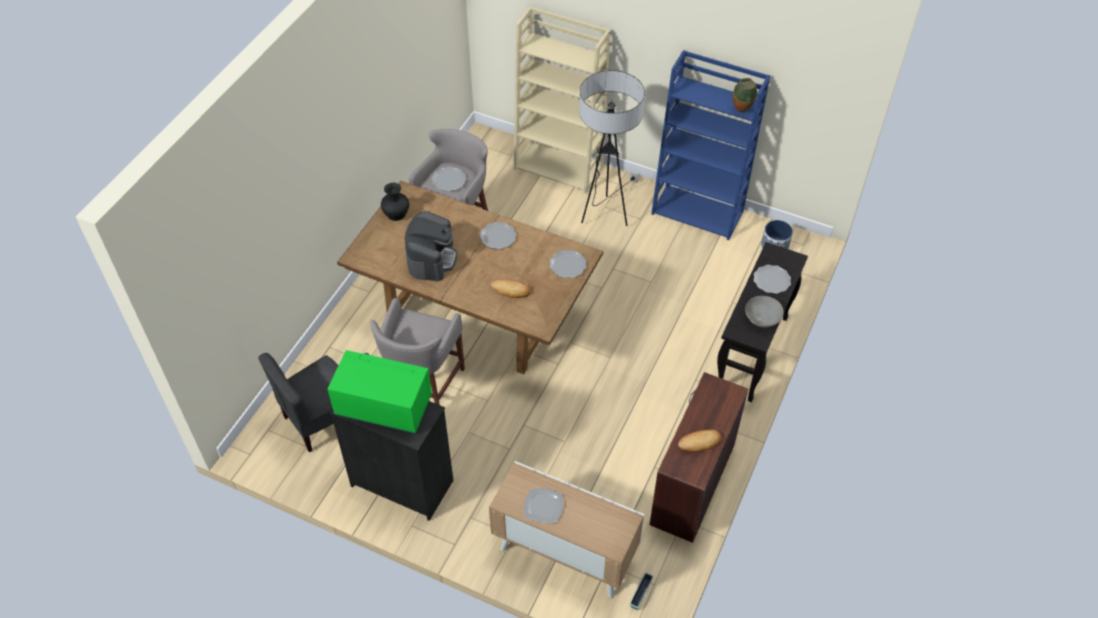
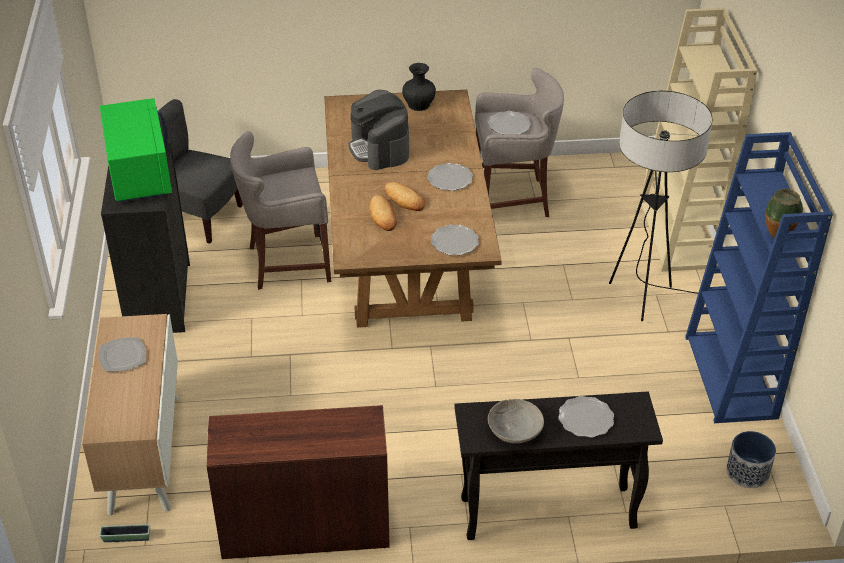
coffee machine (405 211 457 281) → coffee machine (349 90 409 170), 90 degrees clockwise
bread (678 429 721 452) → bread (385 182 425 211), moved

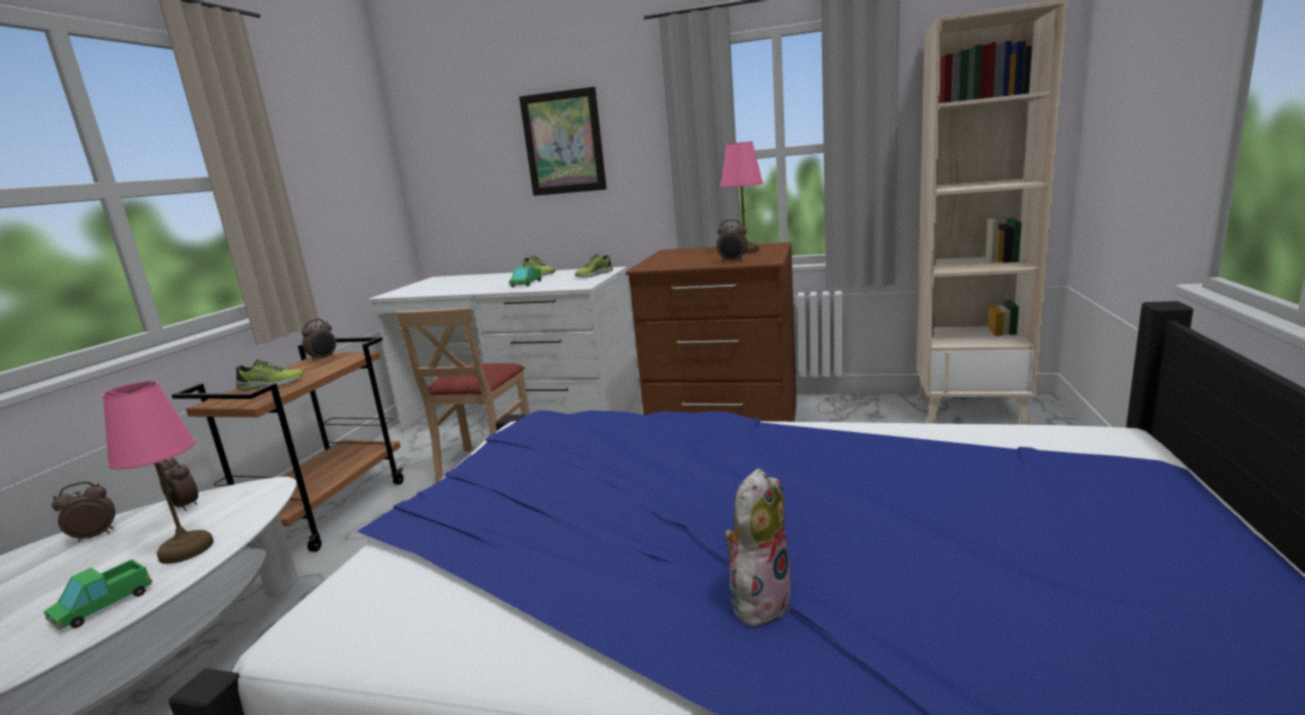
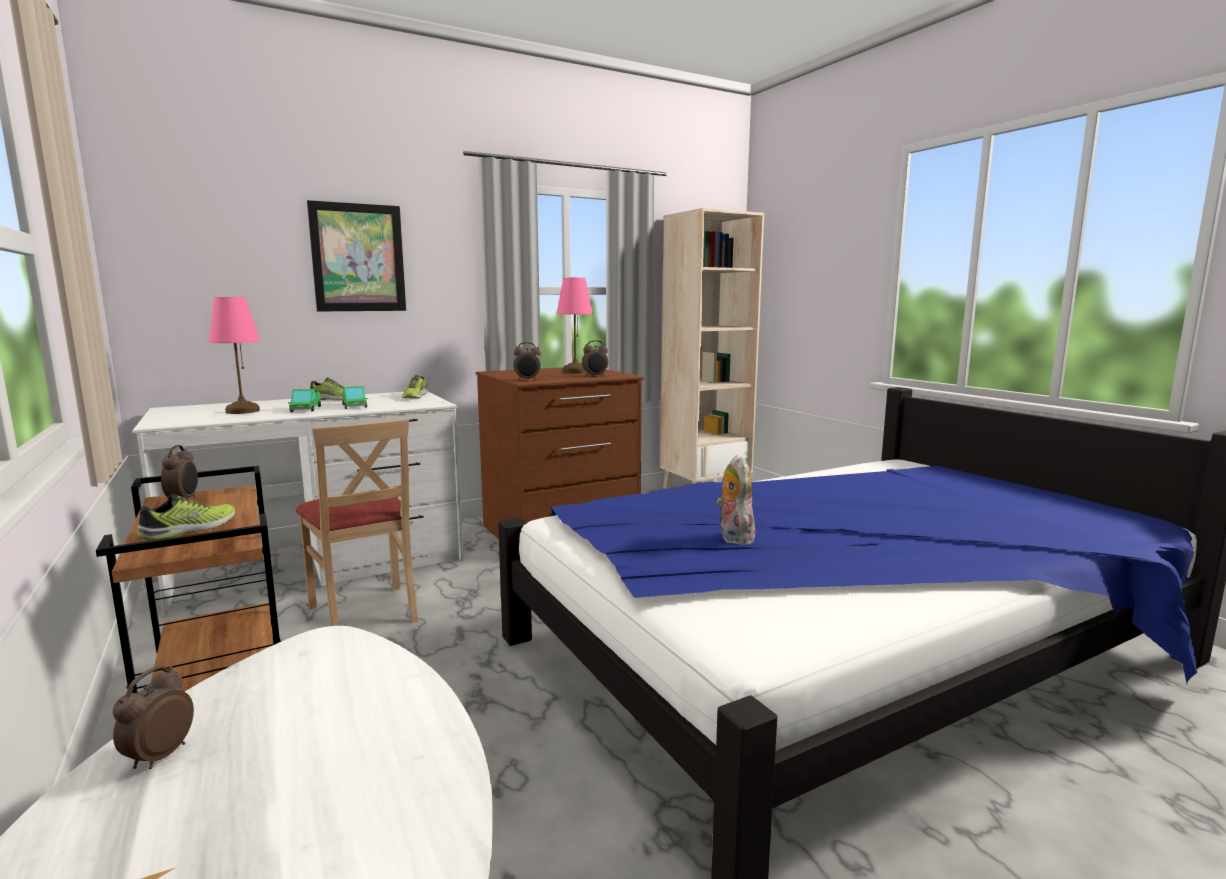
pink-coloured lamp for a table (102 381 214 564) → pink-coloured lamp for a table (209 297 260 414), moved
alarm clock (160 457 198 511) → alarm clock (513 342 541 380), moved
cuddly toy (724 468 791 627) → cuddly toy (716 455 755 545), moved
toy truck (44 559 153 630) → toy truck (288 389 321 412), moved

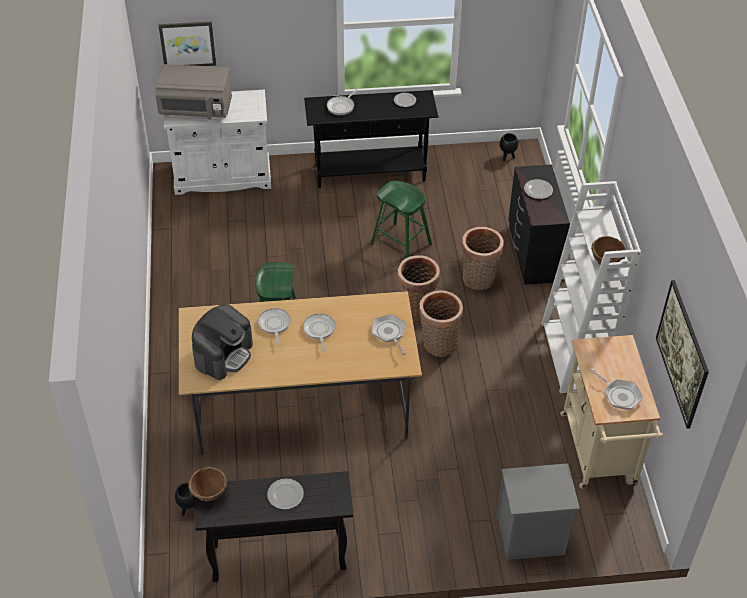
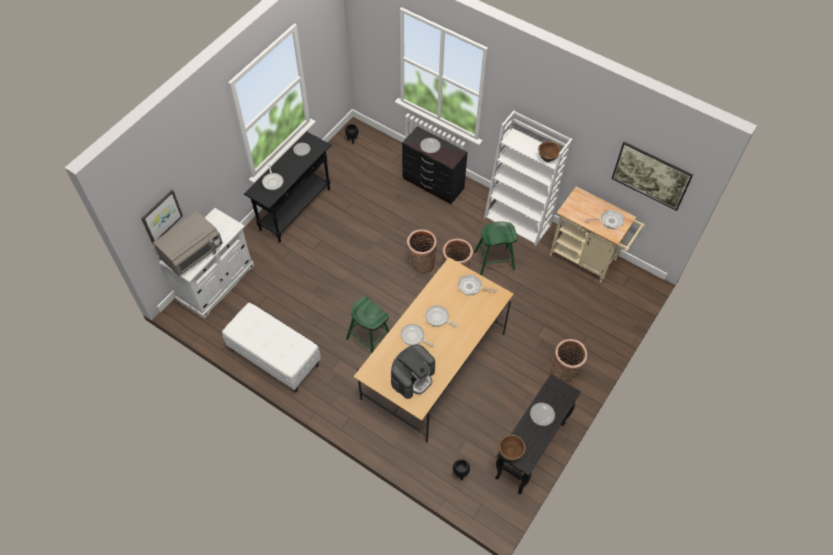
green sitting stool (371 181 432 258) → green sitting stool (474 221 518 275), moved
household basket (462 227 504 290) → household basket (551 339 587 383), moved
coffee machine (192 304 253 380) → coffee machine (391 344 435 399), 60 degrees clockwise
grey nightstand (496 463 580 560) → -
- → white bench (222 303 321 393)

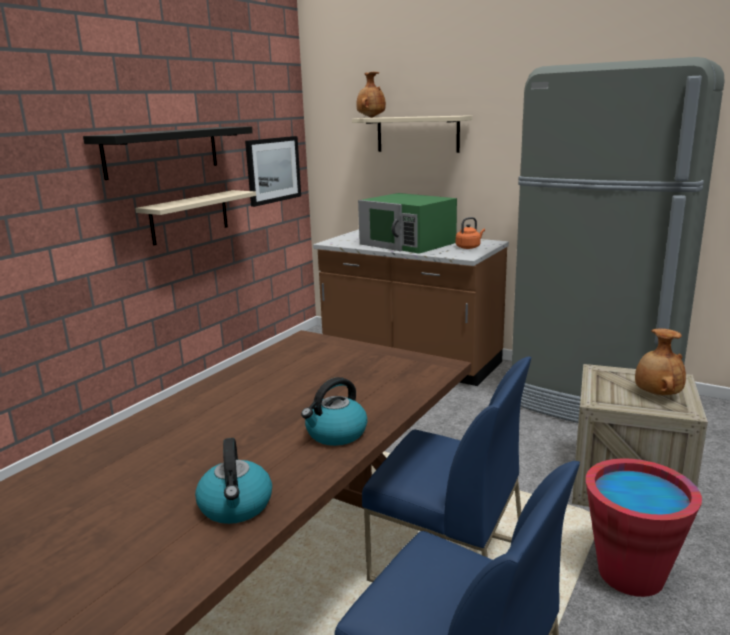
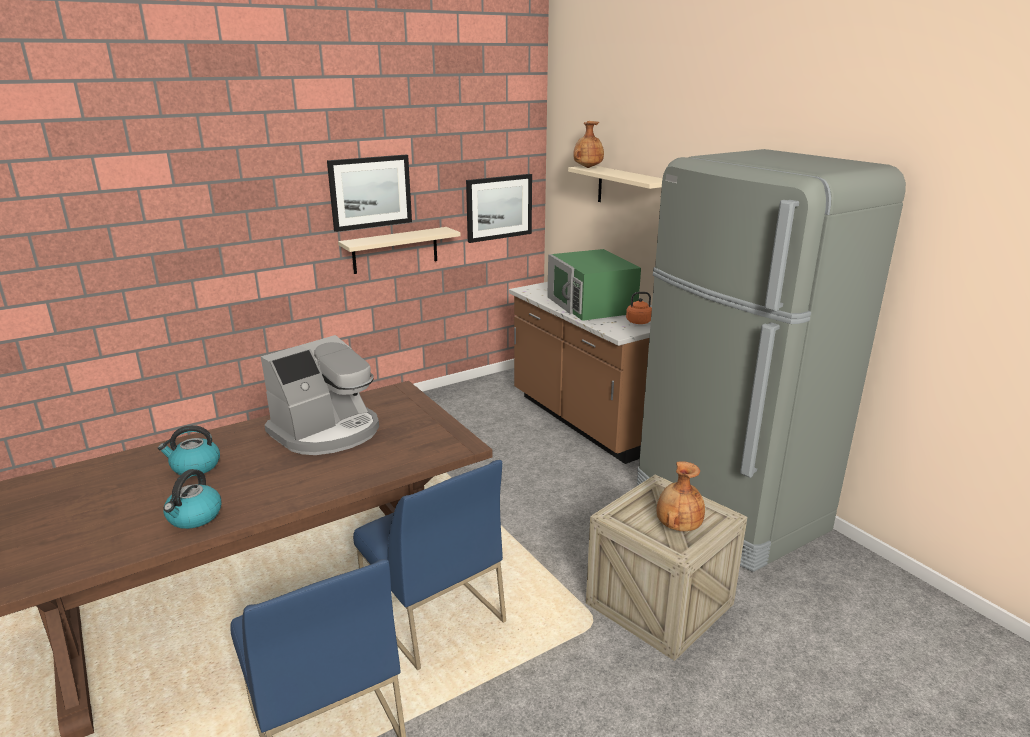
blackish wall shelf (83 126 253 180) → wall picture (327 155 412 232)
water kettle (301 377 367 446) → water kettle (158 425 220 476), moved
red pail (586 458 702 597) → -
- → coffee machine (261 335 379 455)

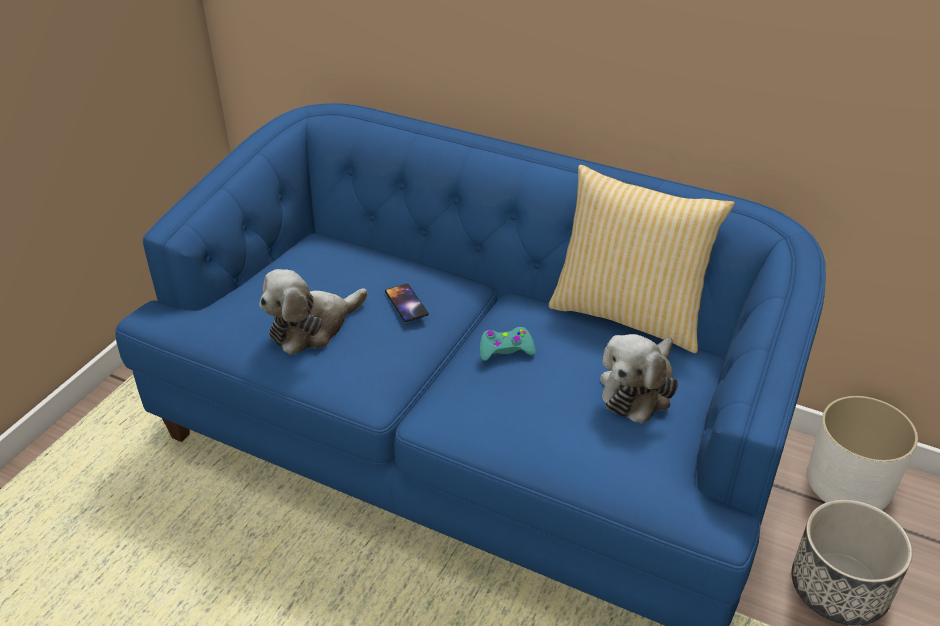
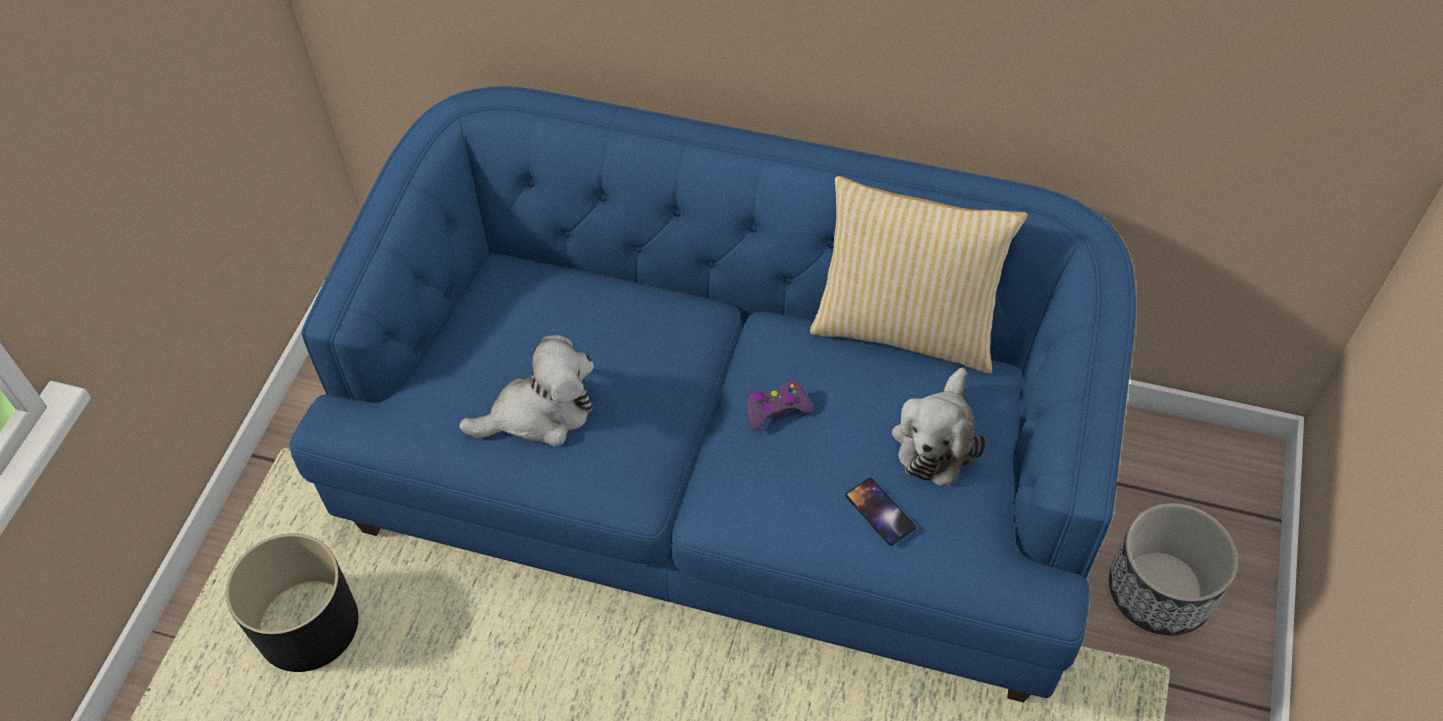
cuddly toy (259 269 368 355) → cuddly toy (459 335 594 446), 150 degrees counterclockwise
telephone (385 284 429 322) → telephone (845 478 916 545), moved
blue-green gamepad (480 327 536 361) → purplish gamepad (747 380 812 430)
white planter (807 396 918 510) → -
- → blackish planter (226 533 358 672)

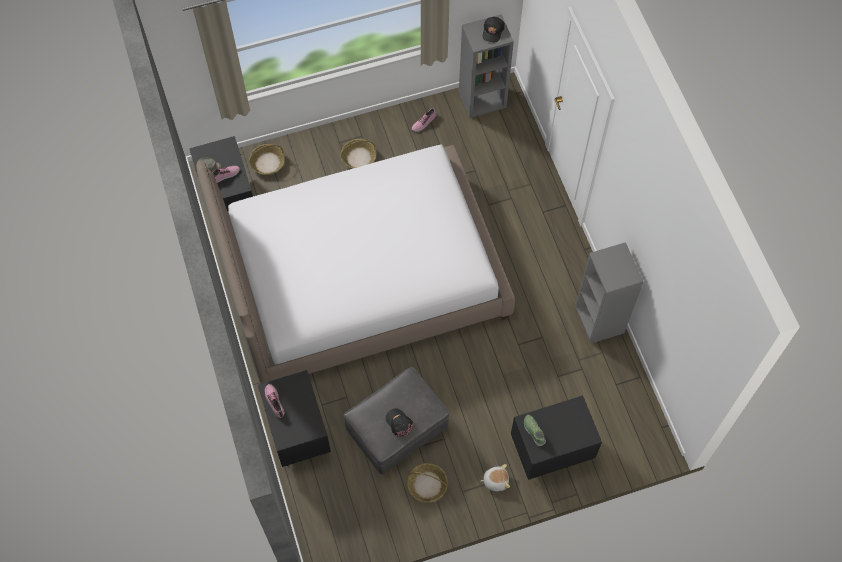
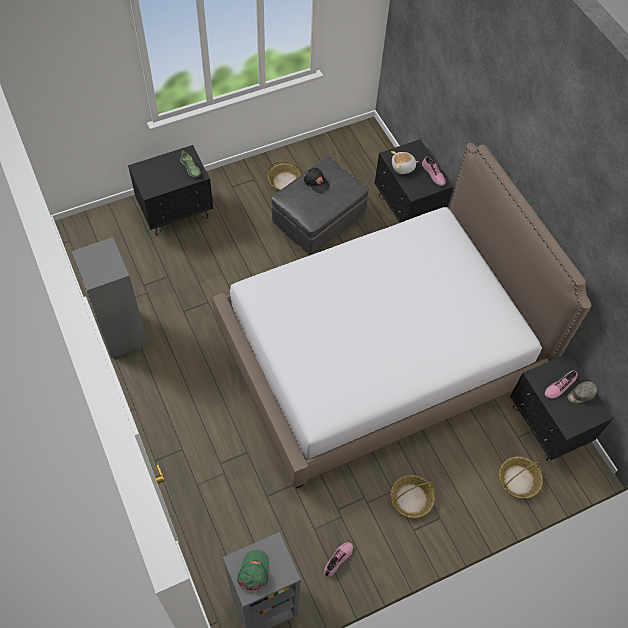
blackish cap (483 17 505 42) → green cap (237 550 269 593)
cuddly toy (481 464 510 491) → cuddly toy (391 151 419 174), moved

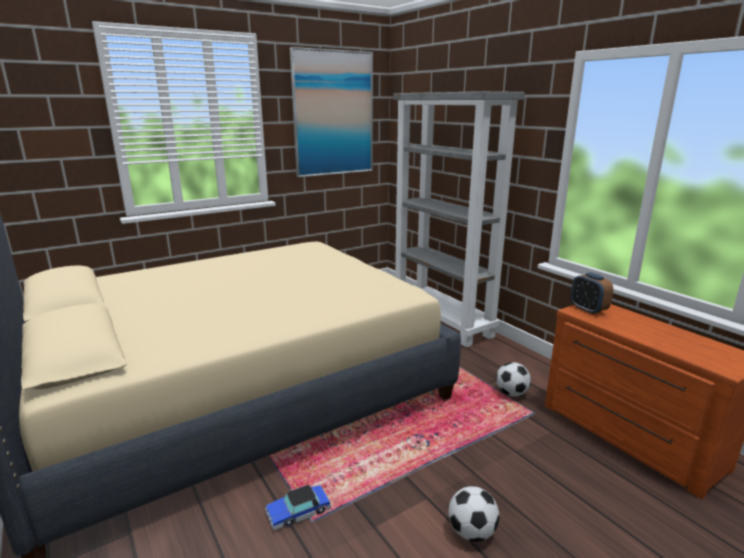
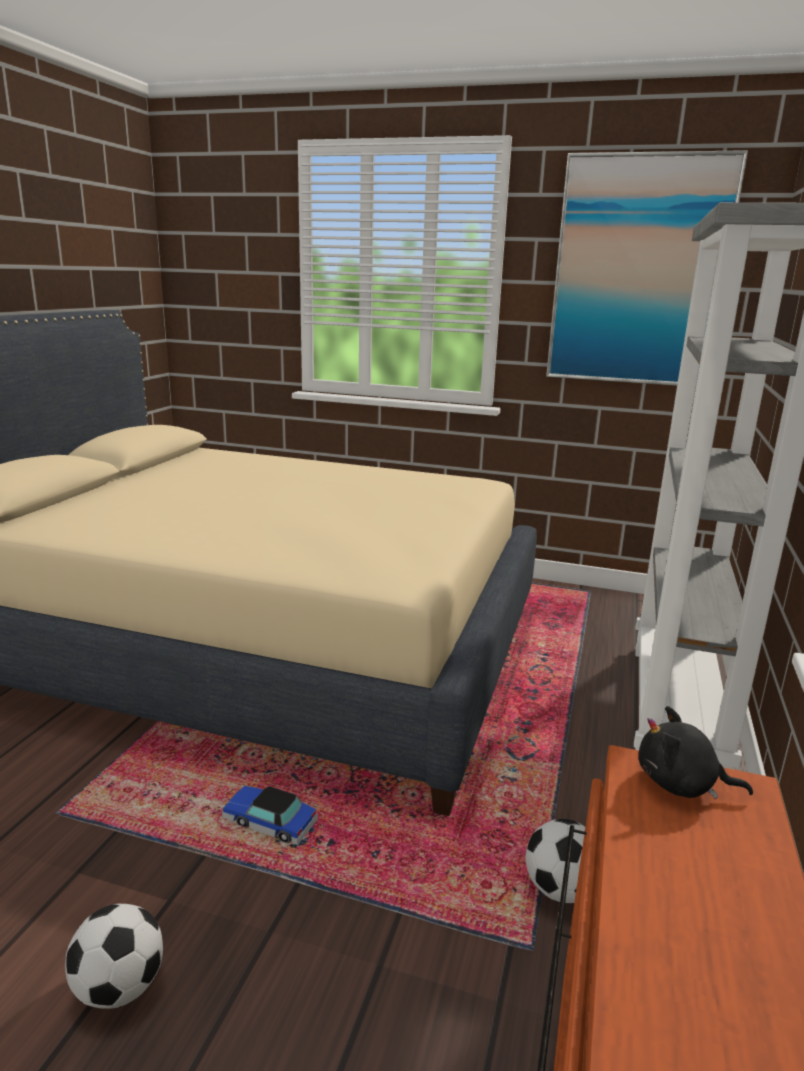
alarm clock (571 272 613 315) → blackish cuddly toy (638 706 753 799)
model car (265 485 331 531) → model car (222 786 318 845), moved

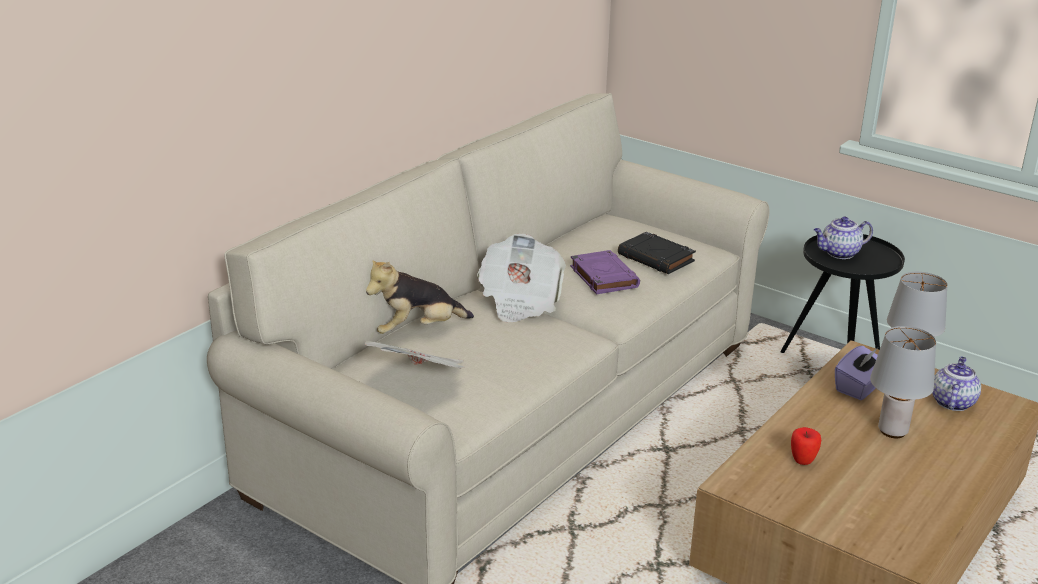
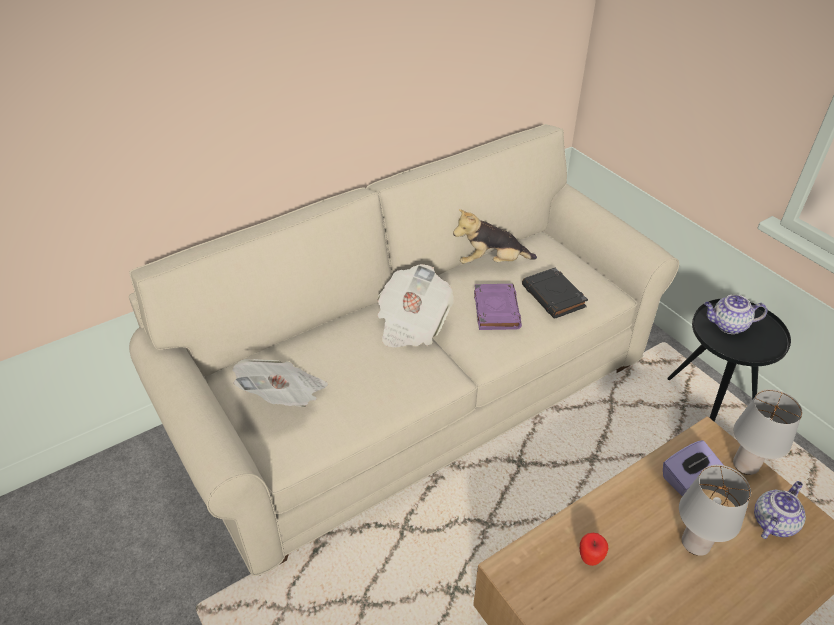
cuddly toy (366 260 474 334) → cuddly toy (453 209 537 264), moved

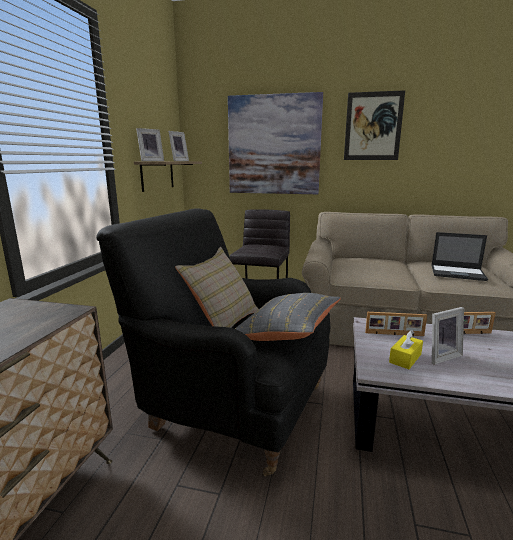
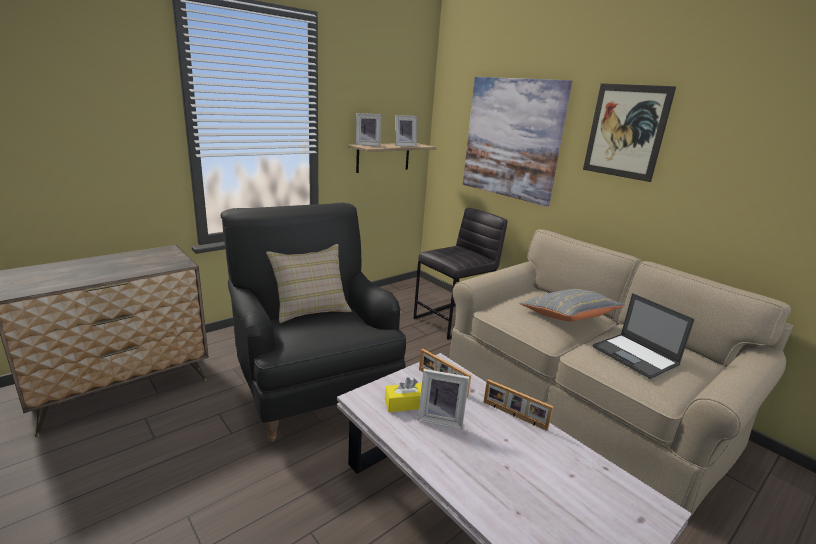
grey pillow (235 293 341 341) → grey pillow (519 289 625 321), moved

